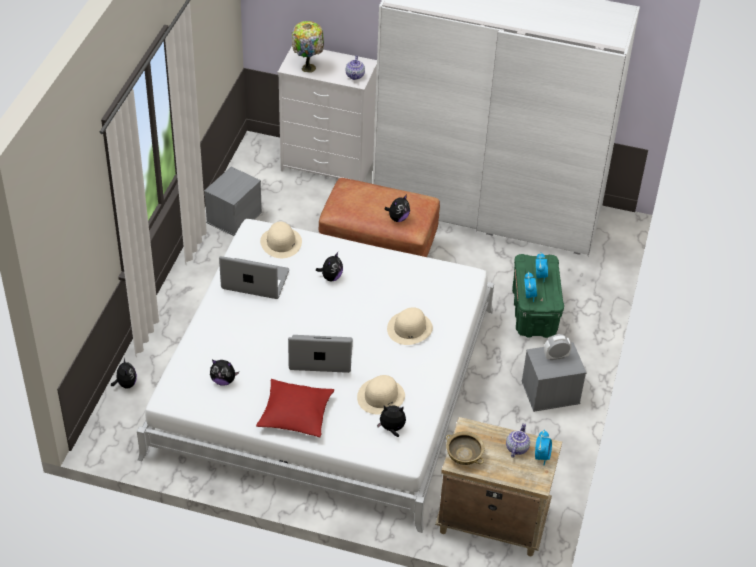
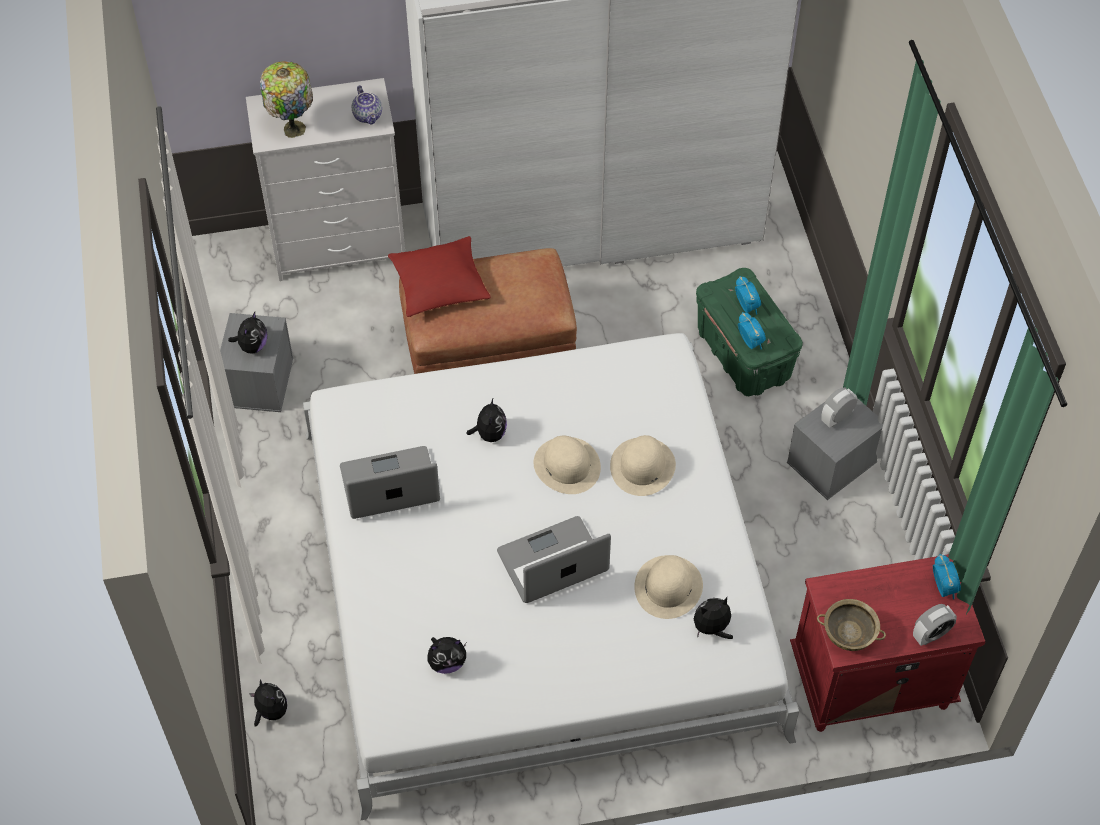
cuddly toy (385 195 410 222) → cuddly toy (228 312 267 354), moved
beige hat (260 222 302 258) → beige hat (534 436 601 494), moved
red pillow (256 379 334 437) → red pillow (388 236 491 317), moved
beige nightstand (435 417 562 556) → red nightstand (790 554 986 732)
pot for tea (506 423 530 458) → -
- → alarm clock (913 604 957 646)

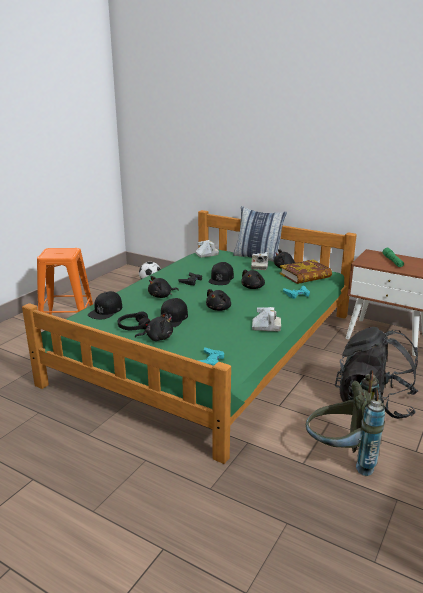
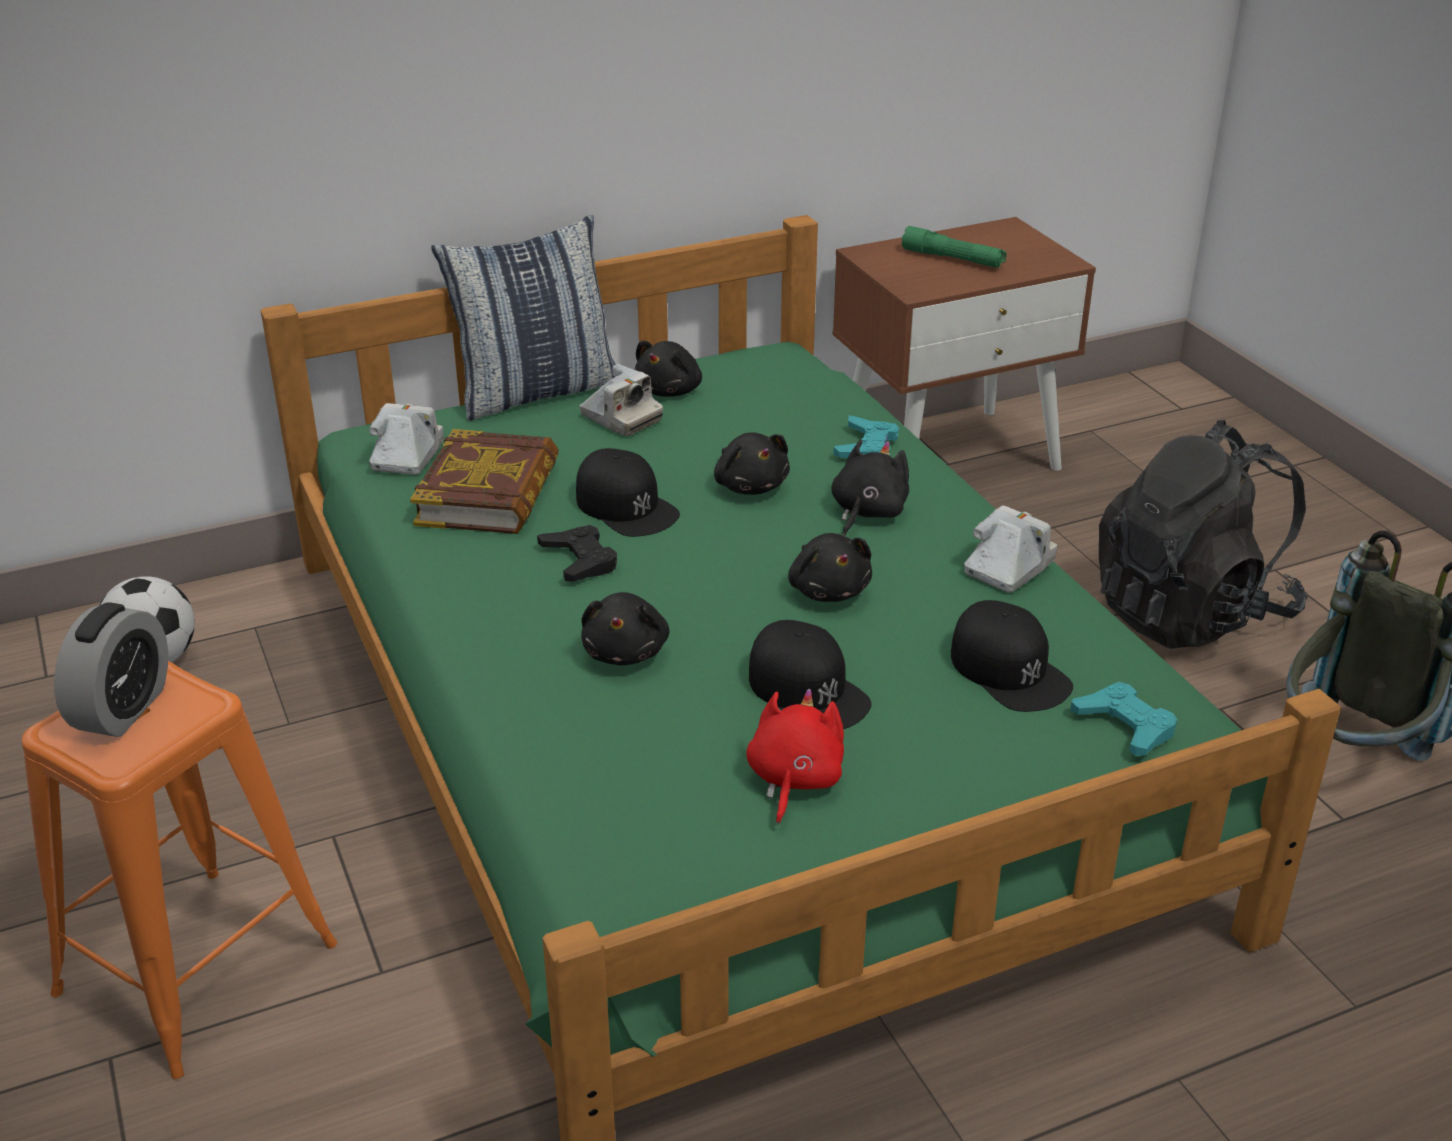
bound book (279 260 332 284) → bound book (410 429 559 534), moved
blackish cap (88 291 122 319) → blackish cap (951 600 1073 712), moved
blackish headset (118 311 150 330) → red cuddly toy (746 689 844 825)
blackish cuddly toy (135 312 173 341) → blackish cuddly toy (831 440 909 536), moved
- → alarm clock (54 602 168 737)

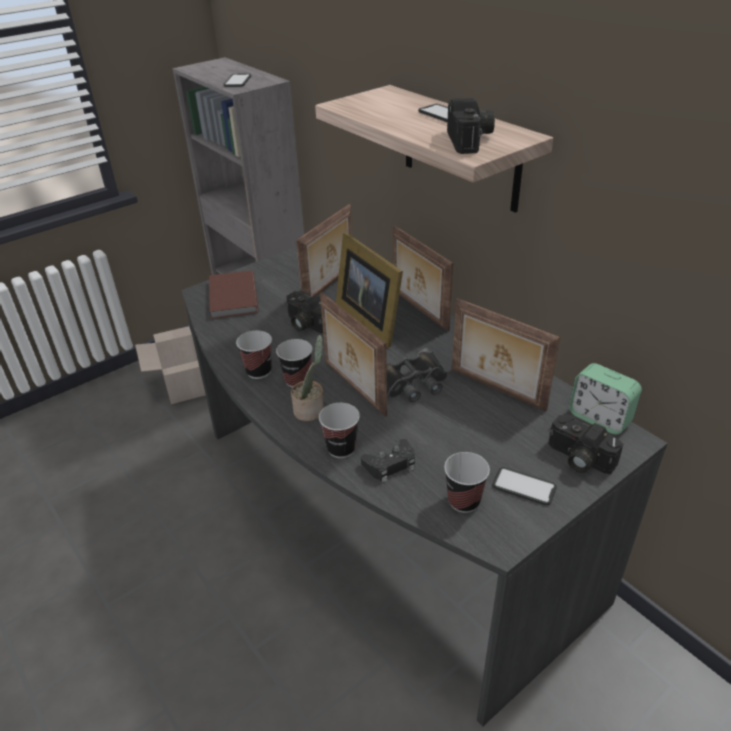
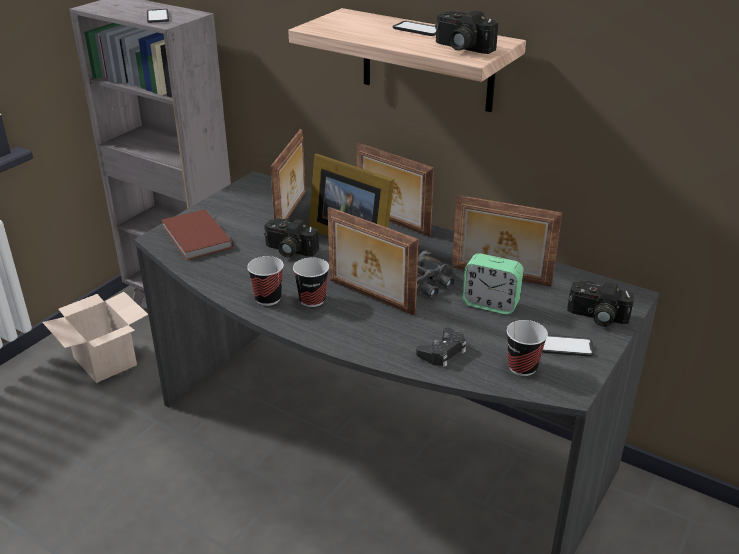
photo camera (447 98 495 154) → photo camera (435 10 498 54), 150 degrees clockwise
potted plant (291 335 324 421) → -
alarm clock (569 363 642 435) → alarm clock (462 253 524 315), moved
small cup (319 403 360 458) → -

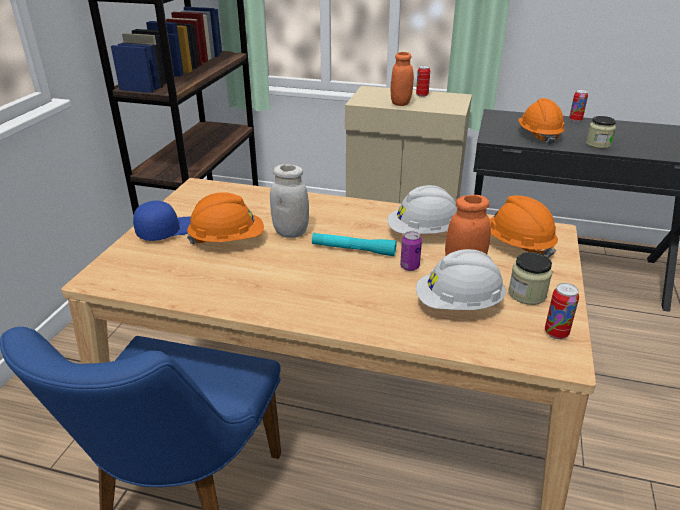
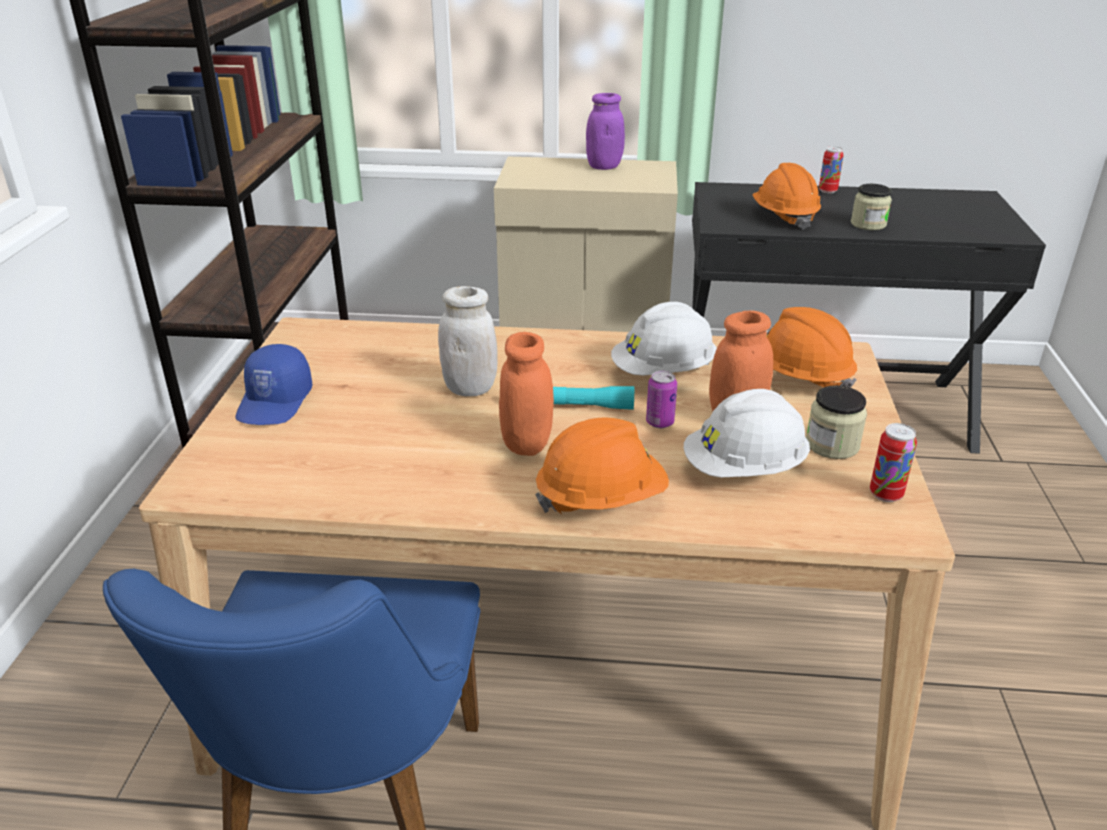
orange-coloured preserve jar (391 52 414 106) → orange-coloured preserve jar (499 332 554 456), moved
can (416 65 430 97) → purplish preserve jar (586 93 625 170)
orange-coloured work helmet (187 192 264 245) → orange-coloured work helmet (535 417 669 514), moved
blue-coloured cap (133 201 191 241) → blue-coloured cap (235 344 312 425), 150 degrees clockwise

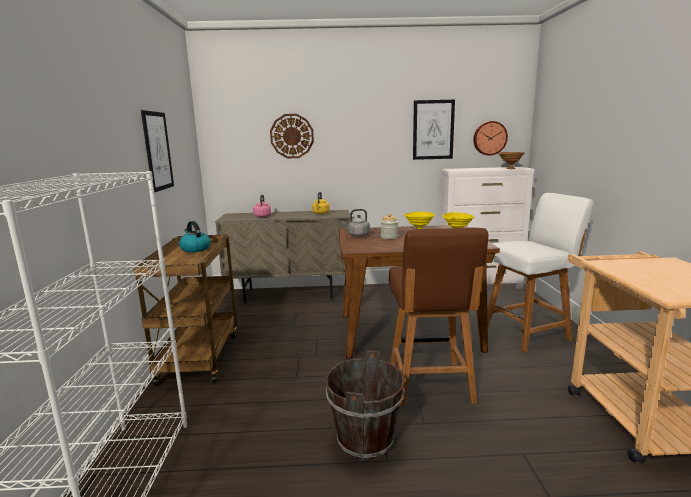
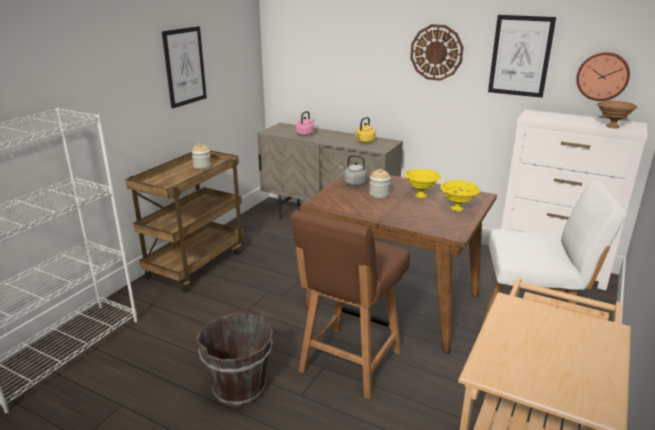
clock on the wall (270 114 314 158) → clock on the wall (410 24 464 81), moved
water kettle (179 221 211 252) → preserve jar (192 143 211 169)

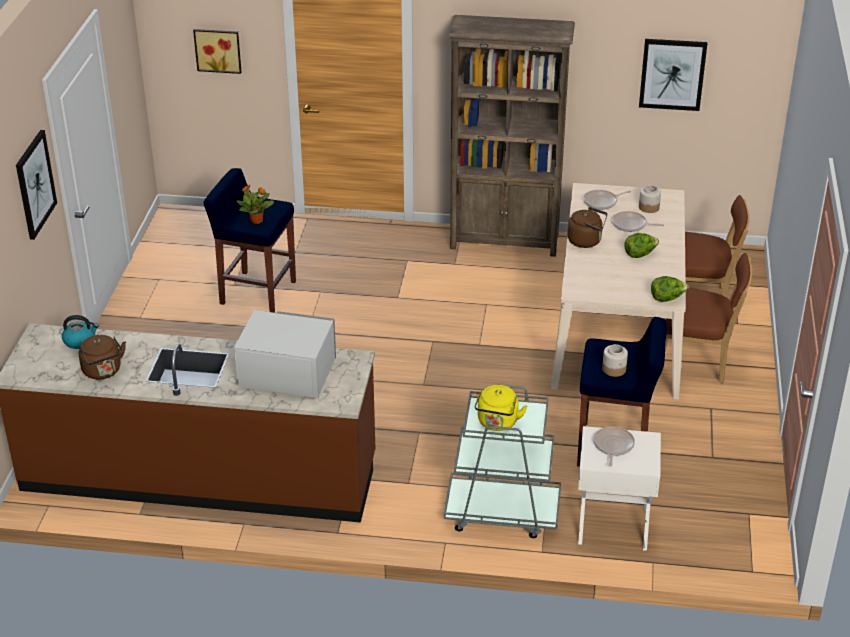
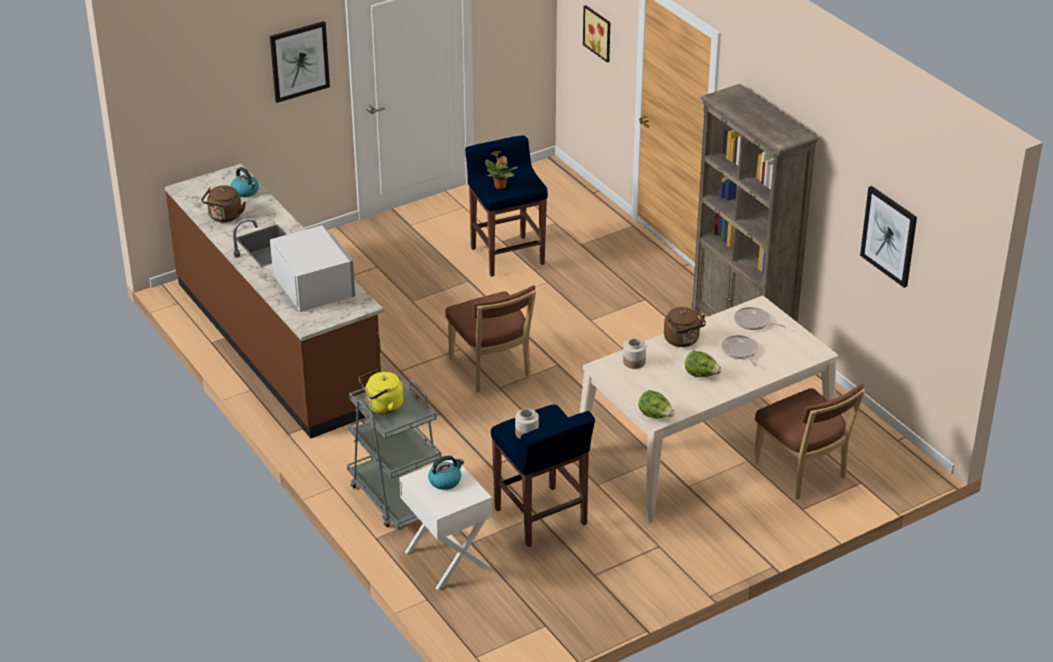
preserve jar (639 185 661 213) → preserve jar (623 338 646 369), moved
brown upright chair (663 253 752 383) → brown upright chair (445 285 536 392), moved
skillet (594 427 635 467) → water kettle (428 456 464 490)

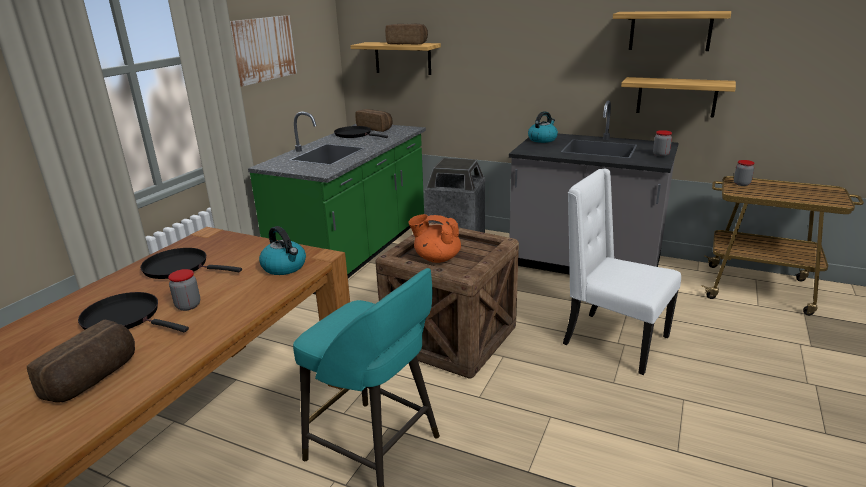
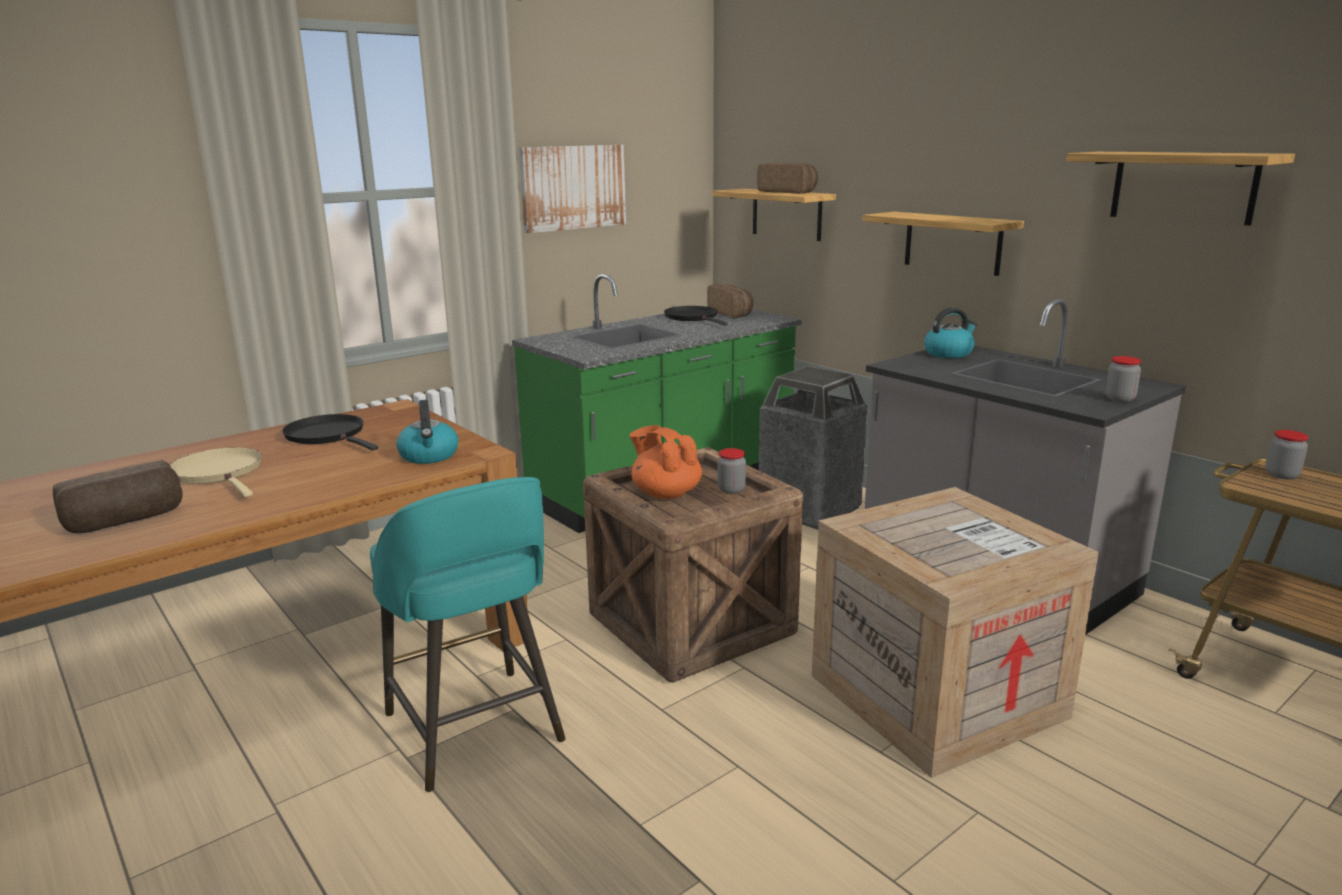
wall shelf (621 77 736 117) → wall shelf (862 212 1024 276), moved
white upright chair (563 169 681 375) → shipping crate (812 487 1099 778)
preserve jar (168 269 200 311) → preserve jar (717 448 746 494), moved
blackish skillet (78 292 189 332) → beige skillet (169 447 262 497)

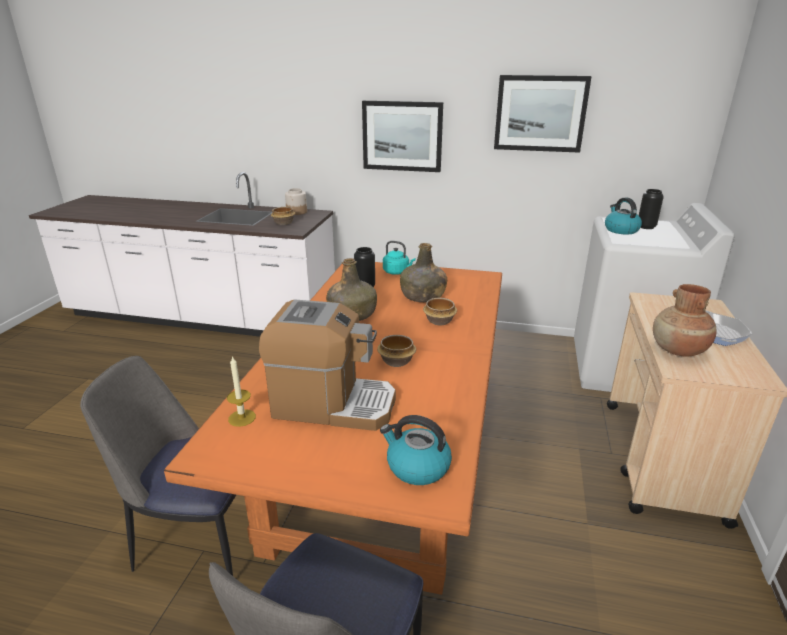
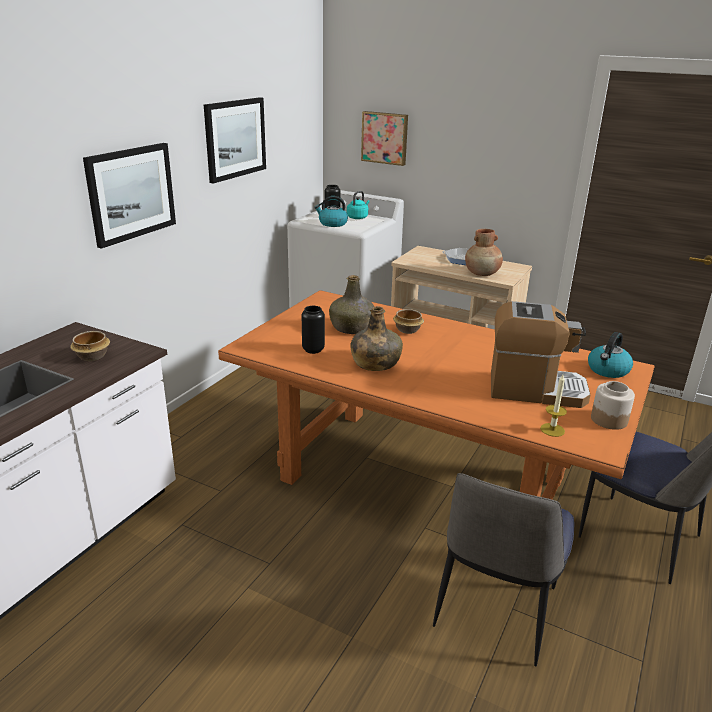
preserve jar (285 188 307 215) → preserve jar (591 381 635 430), moved
blue-green water kettle (383 241 416 275) → blue-green water kettle (347 191 370 219), moved
coffee machine (259 299 396 431) → coffee machine (491 301 591 408), 75 degrees clockwise
deep dish (377 335 416 367) → -
- → wall picture (361 111 408 166)

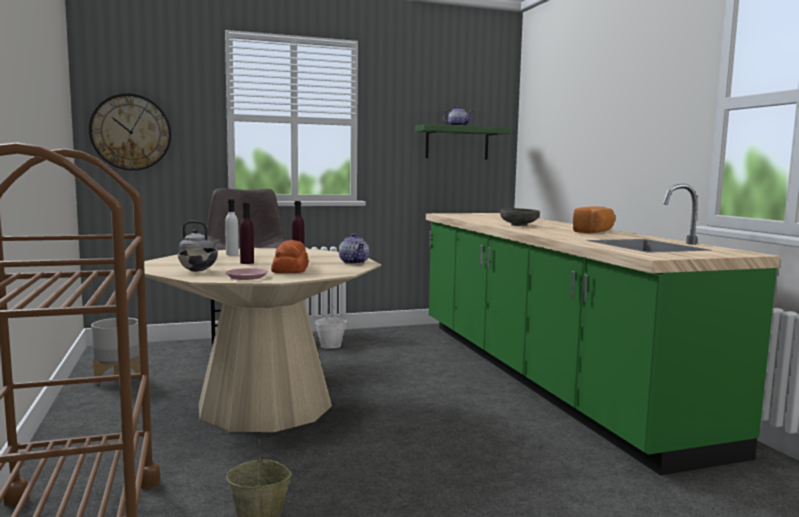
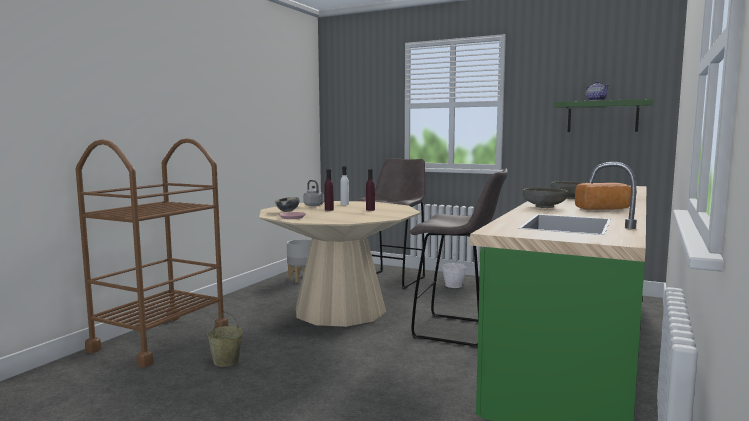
clock on the wall (89 93 171 171) → -
pot for tea (339 233 369 264) → -
bread (271 240 309 273) → -
- → grey sitting stool (410 169 508 348)
- → grey deep dish (523 187 568 208)

